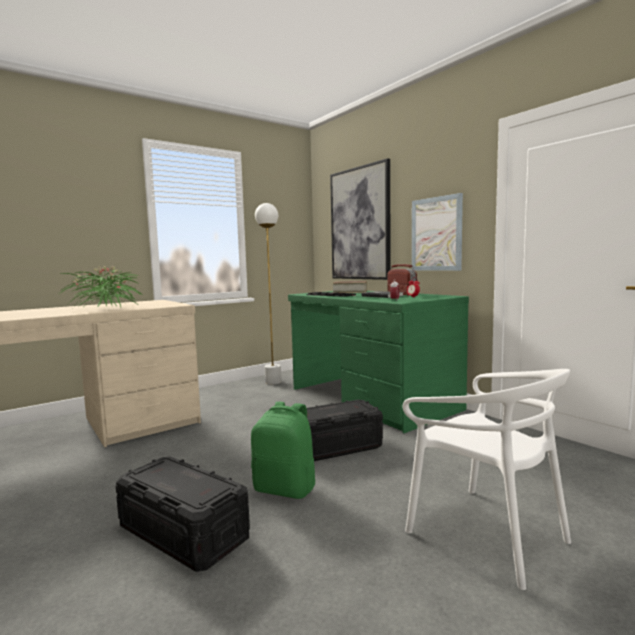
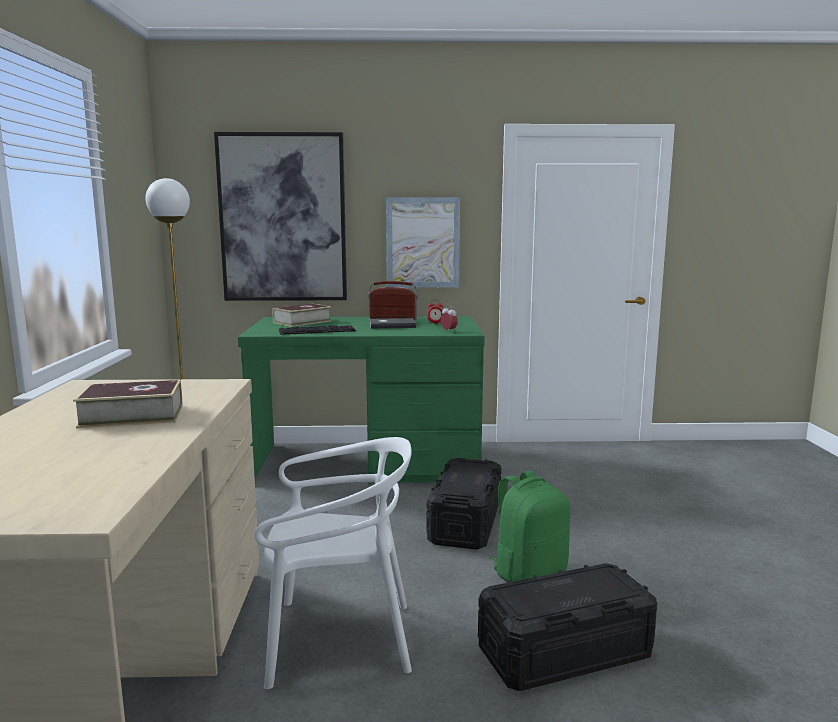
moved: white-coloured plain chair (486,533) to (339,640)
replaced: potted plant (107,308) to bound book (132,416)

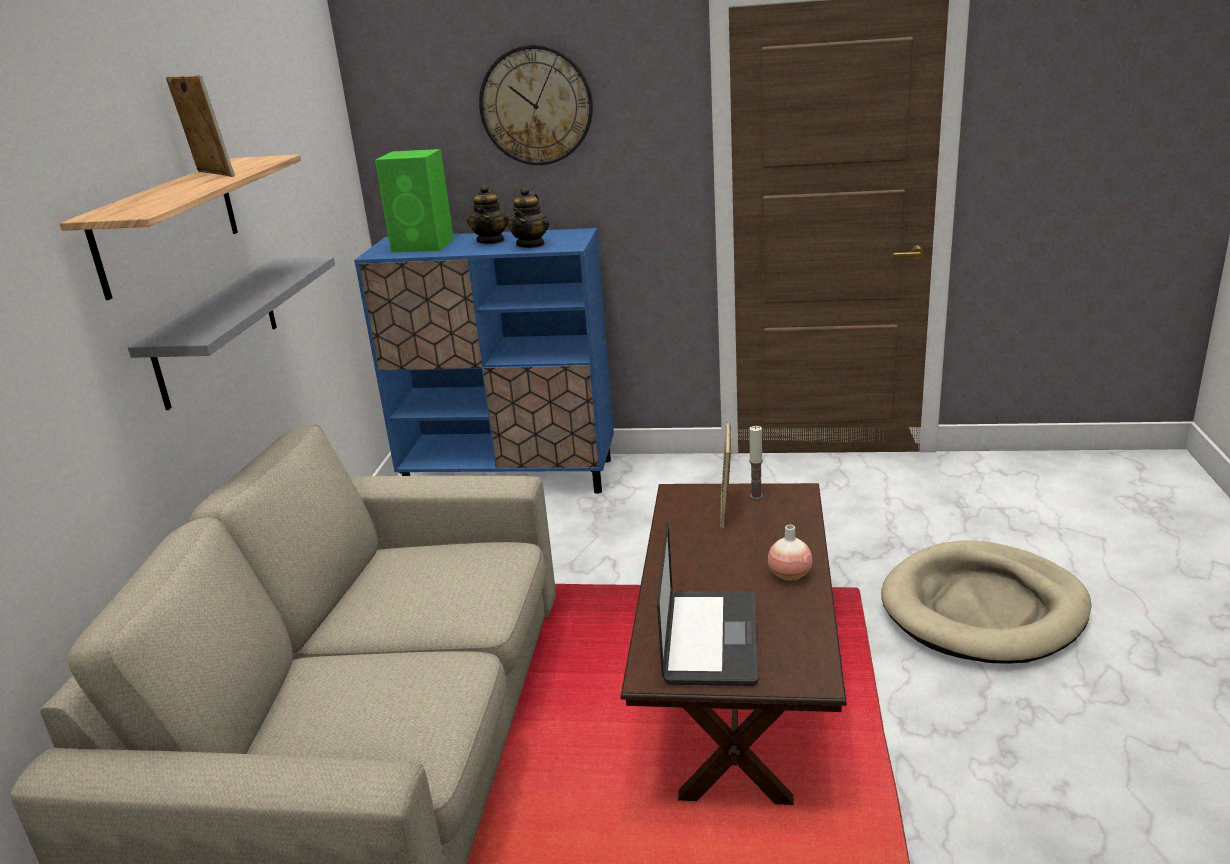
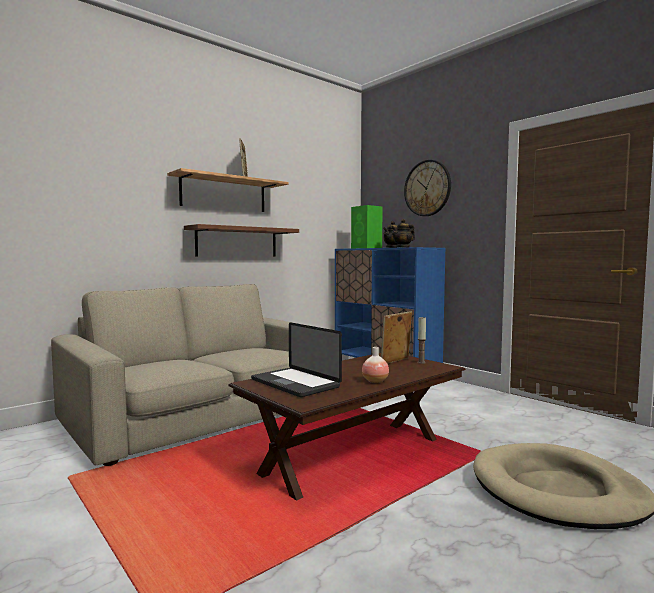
recoloured: greyish bracket shelf (217,331) to brown bracket shelf (237,242)
turned: laptop (710,639) = (295,383) 90 degrees clockwise

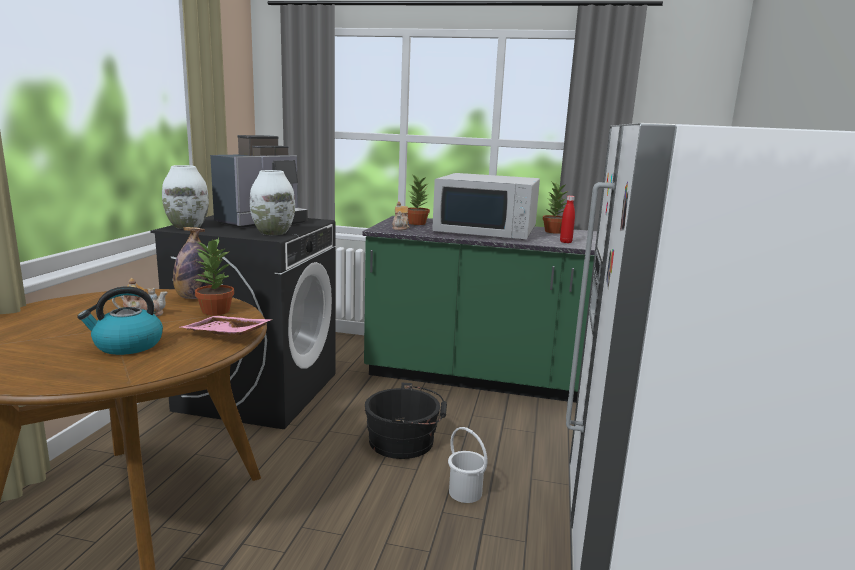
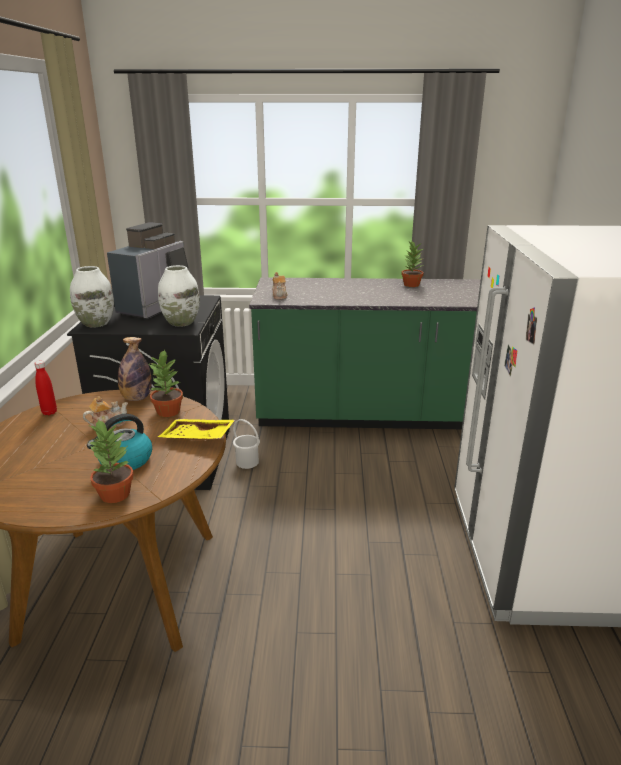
removed: white-coloured microwave (487,230); blackish bucket (405,441)
moved: potted plant (416,223) to (114,494); red-coloured drink bottle (565,242) to (49,412); white-coloured bucket (465,492) to (247,462)
recoloured: pinkish carrying tray (225,335) to yellowish carrying tray (197,438)

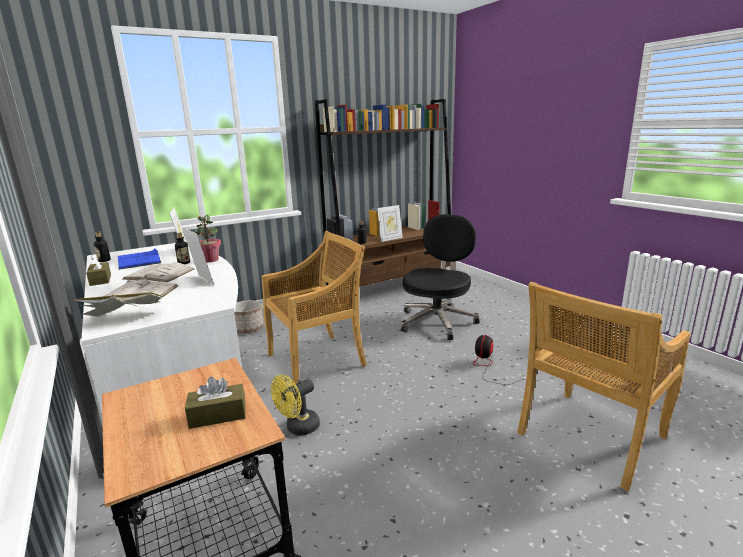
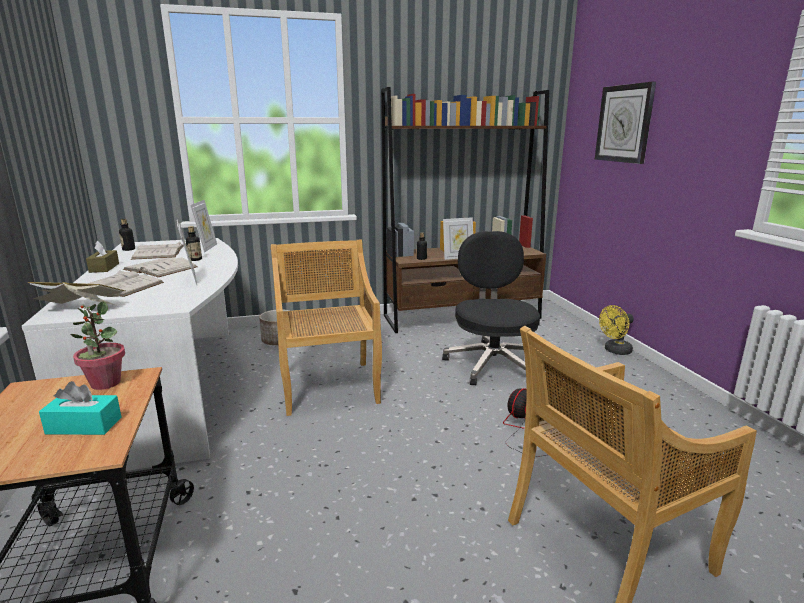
added: hanging clock (624,123)
moved: potted plant (210,260) to (105,383); yellowish fan (298,428) to (615,351)
recoloured: bluish bound book (139,260) to white-coloured bound book (159,252); brown tissue box (218,415) to turquoise-coloured tissue box (84,425)
turned: blackish desk chair (437,321) = (492,363) 45 degrees counterclockwise; beige plain chair (317,359) = (328,386) 90 degrees counterclockwise

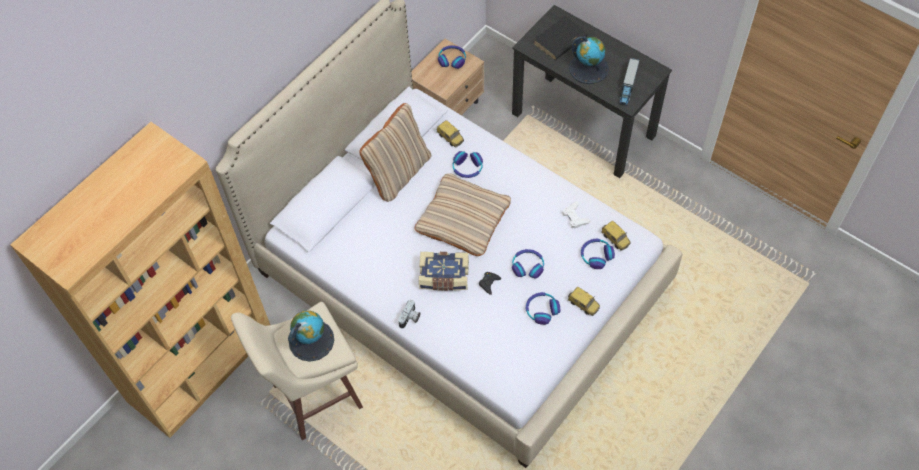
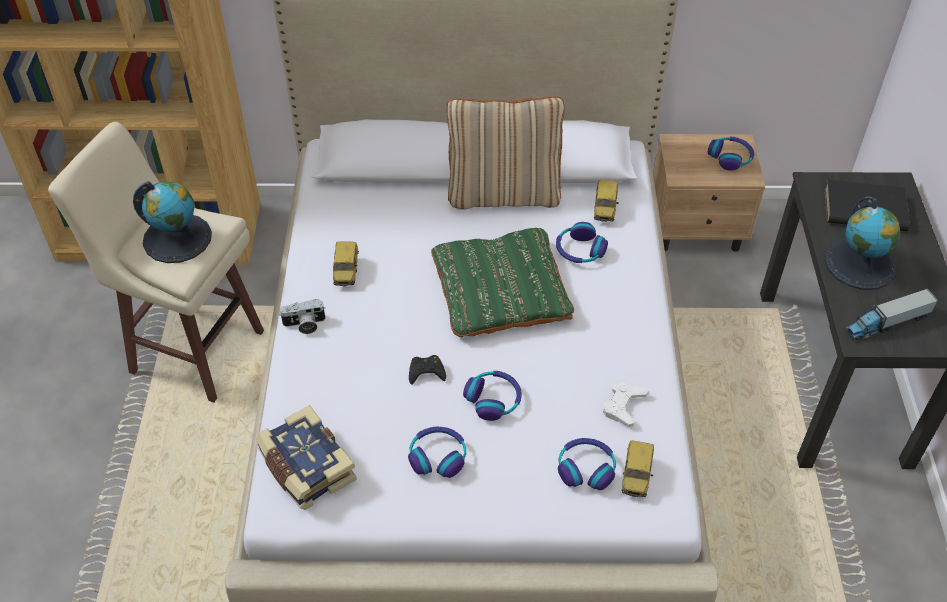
moved: bound book (444,277) to (305,468); miniature car (583,304) to (347,272)
recoloured: beige pillow (463,218) to green pillow (501,290)

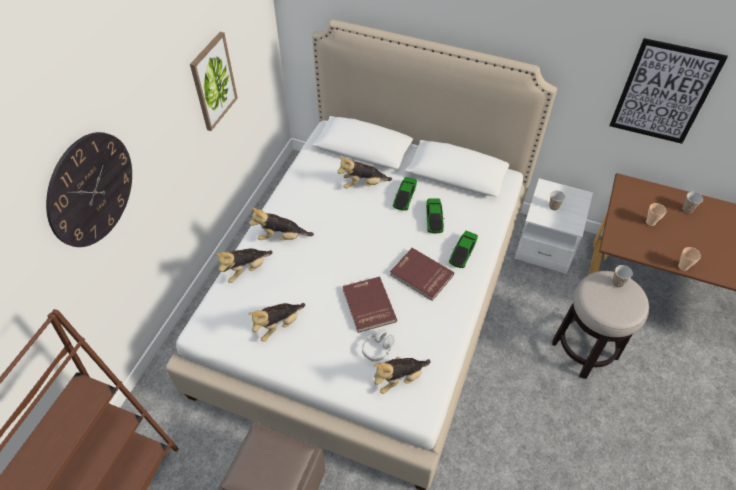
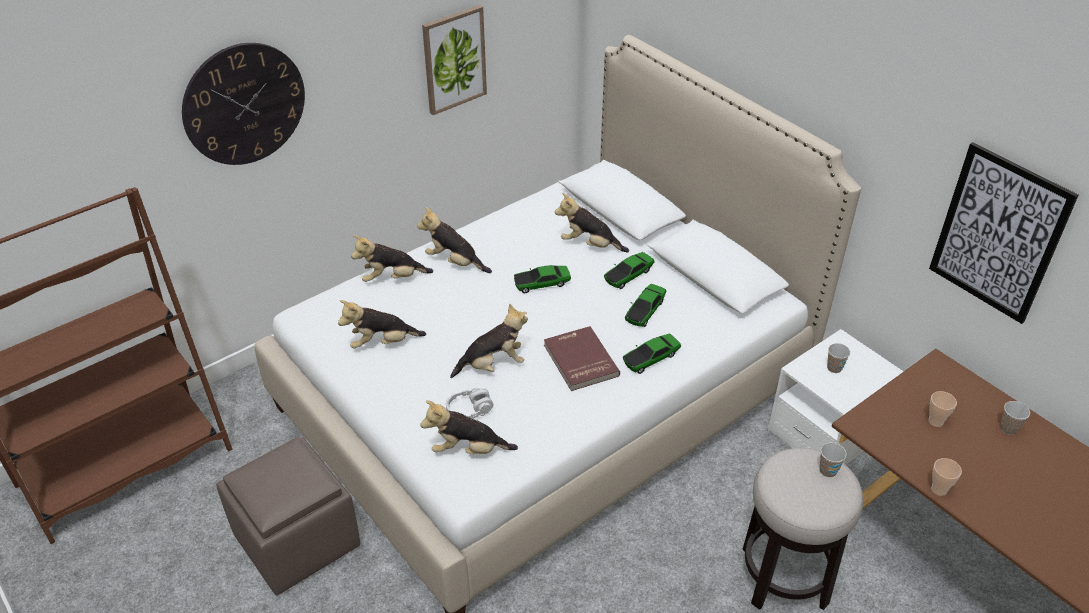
added: miniature car (542,284)
replaced: red-coloured bound book (368,305) to soft toy (493,365)

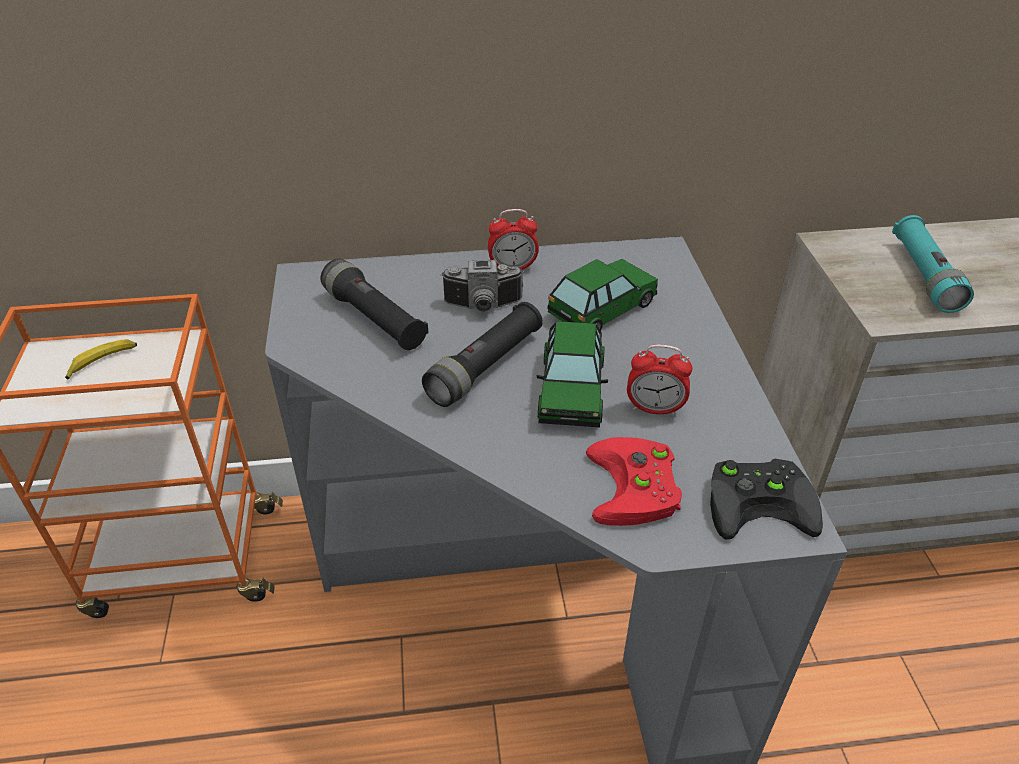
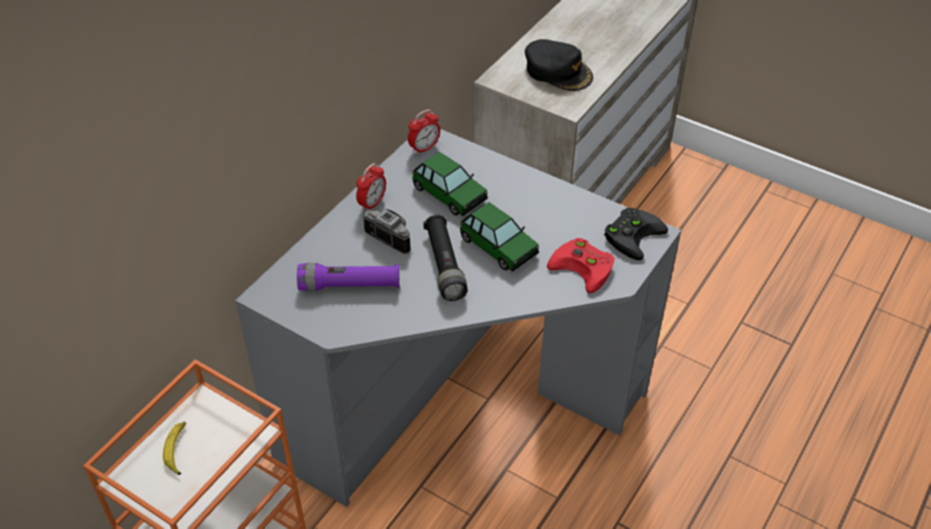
moved: alarm clock (654,409) to (424,148)
replaced: turquoise-coloured torch (924,276) to blackish cap (558,71)
recoloured: blackish torch (374,319) to purple-coloured torch (349,286)
turned: miniature car (602,308) = (449,193) 135 degrees clockwise; photo camera (483,307) = (393,236) 90 degrees counterclockwise

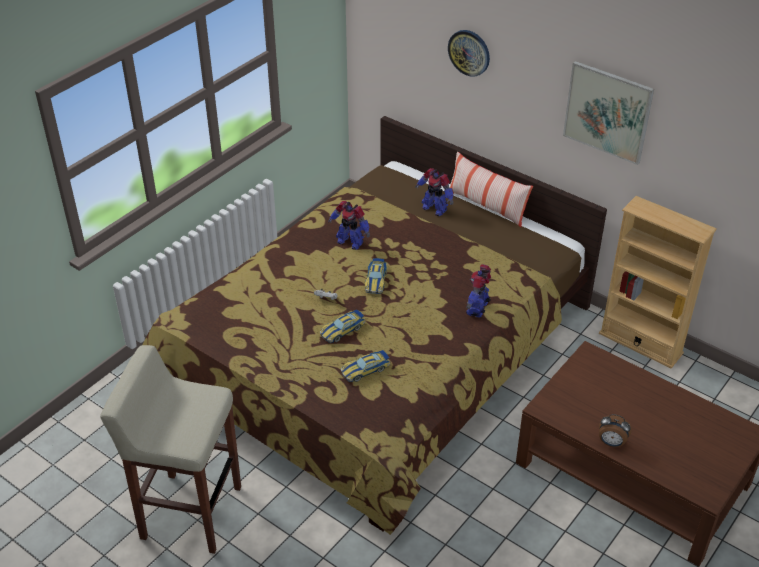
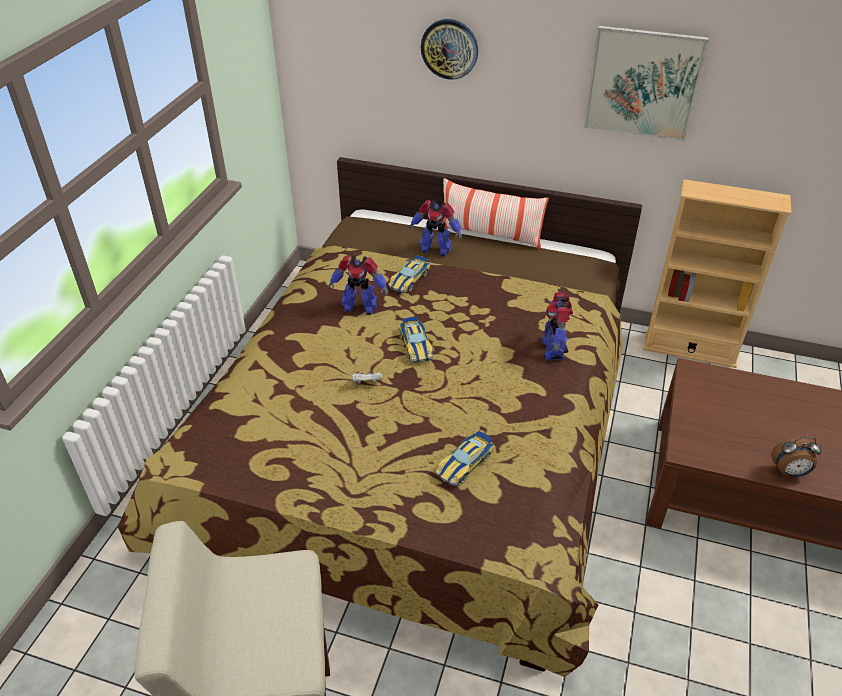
moved: miniature car (342,330) to (409,279)

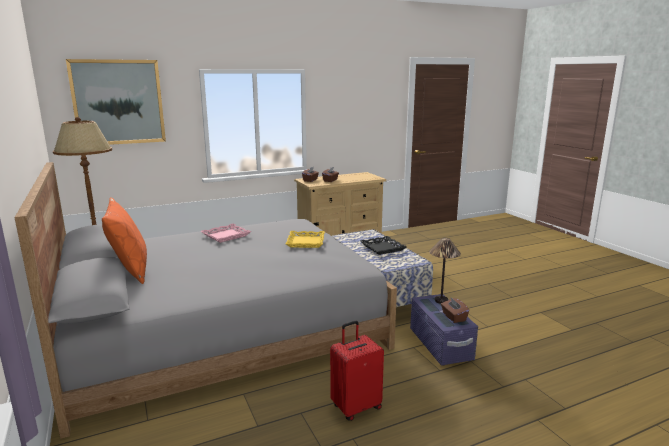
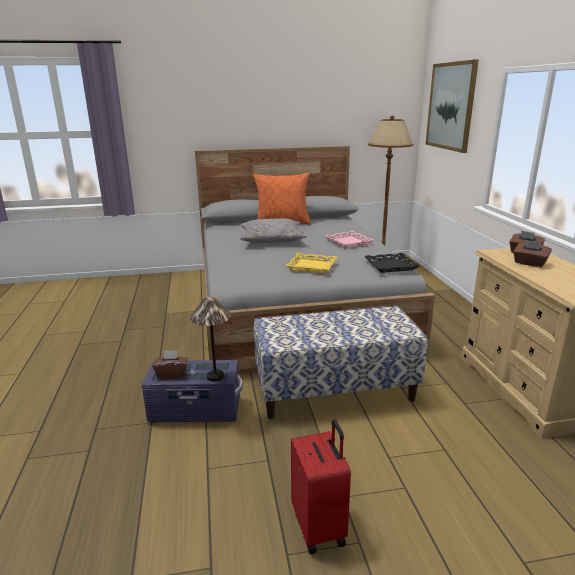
added: greyish pillow (272,239)
moved: blackish carrying tray (382,248) to (390,266); red-coloured travel case (356,407) to (320,527)

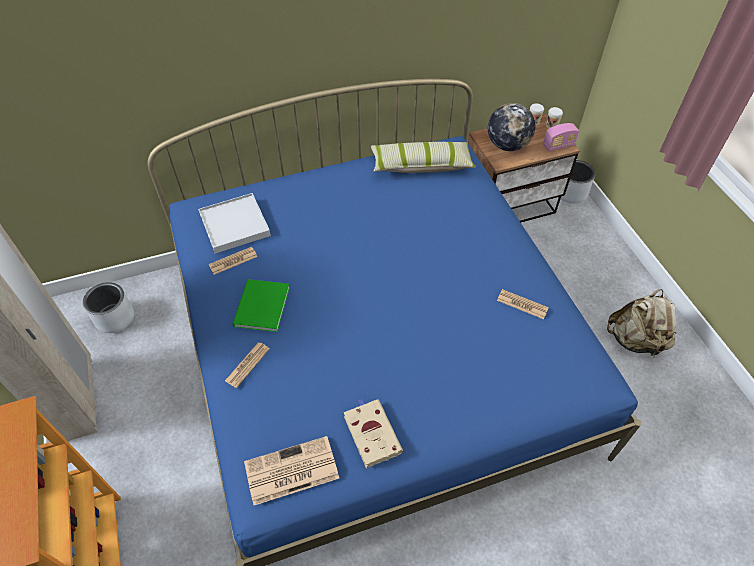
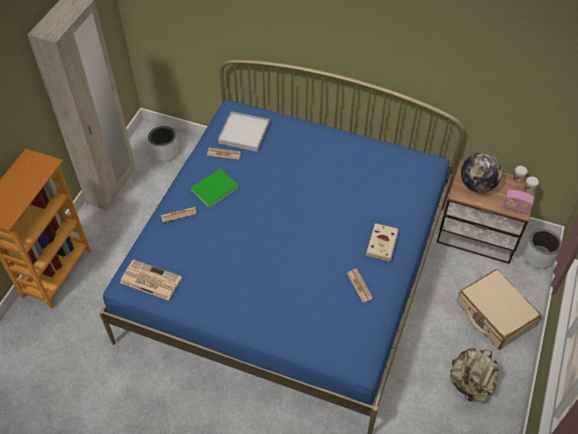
removed: pillow (421,165)
added: beige travel case (494,314)
moved: beige bound book (371,433) to (382,243)

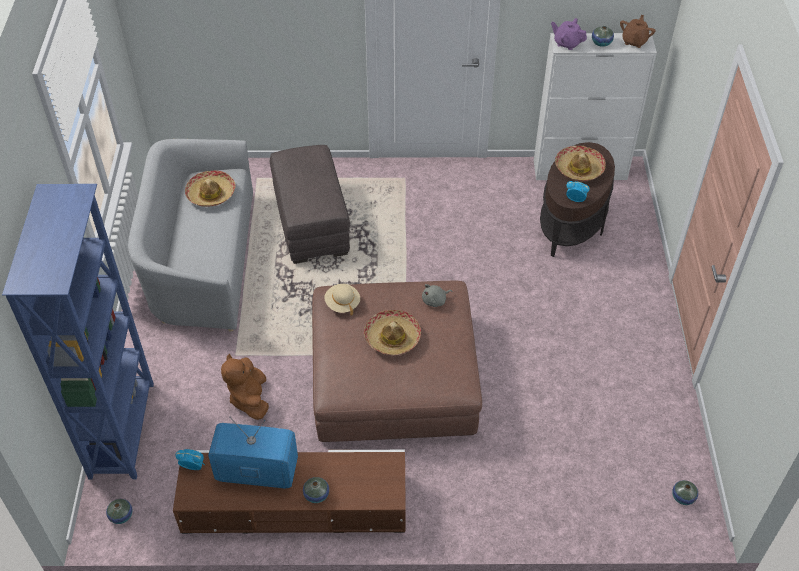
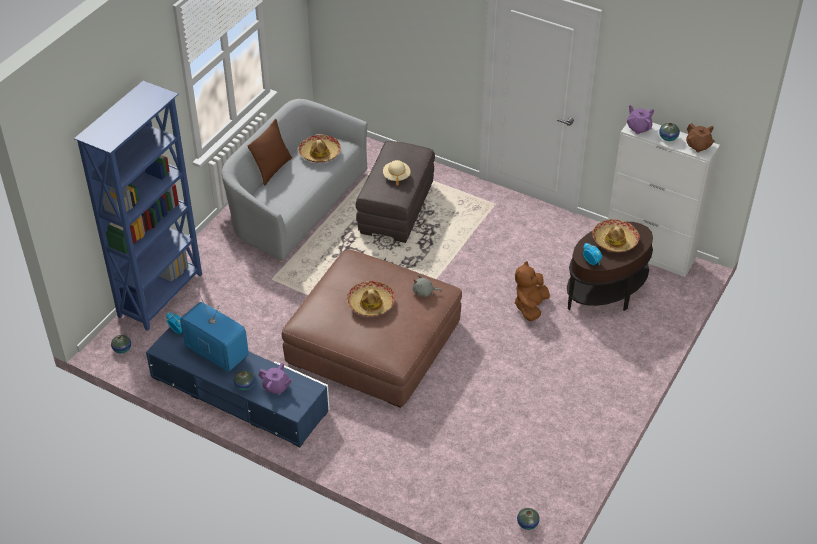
added: brown pillow (272,169); purple-coloured pot for tea (276,387)
moved: beige wearable hat (342,303) to (396,176); brown soft toy (249,399) to (530,306)
recoloured: brown media console (295,503) to bluish media console (239,394)
turned: brown pot for tea (634,41) = (698,146) 90 degrees clockwise

